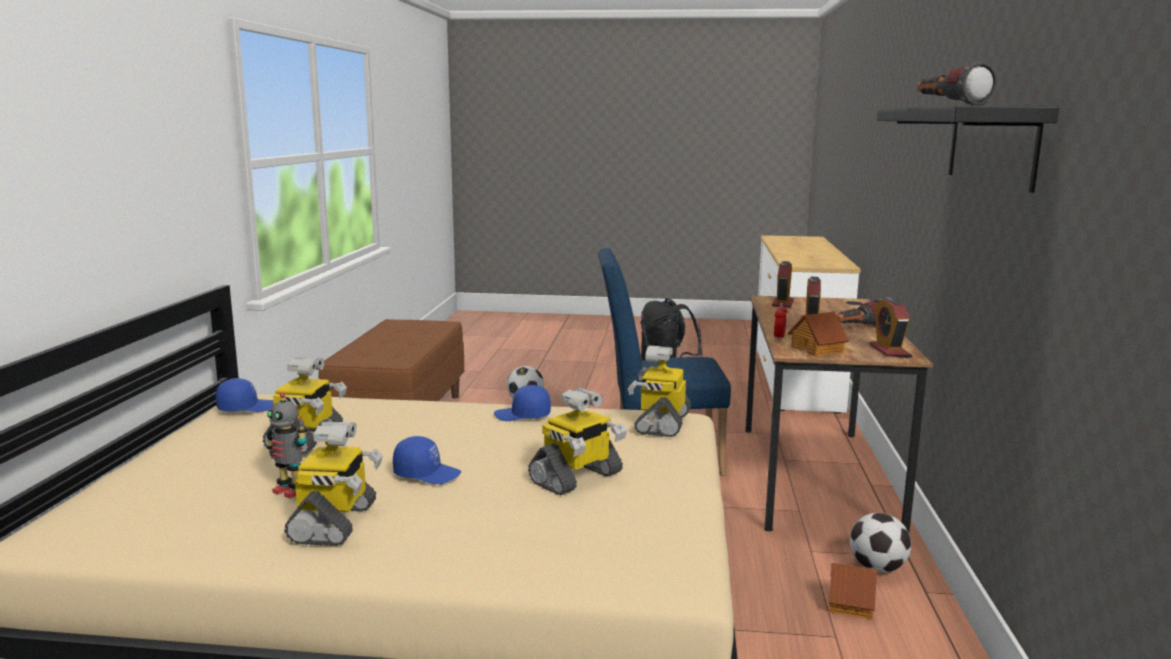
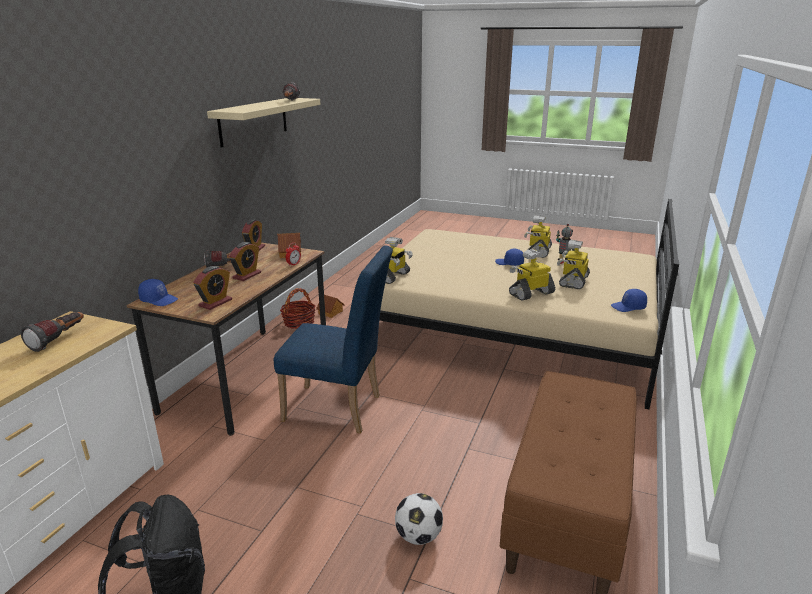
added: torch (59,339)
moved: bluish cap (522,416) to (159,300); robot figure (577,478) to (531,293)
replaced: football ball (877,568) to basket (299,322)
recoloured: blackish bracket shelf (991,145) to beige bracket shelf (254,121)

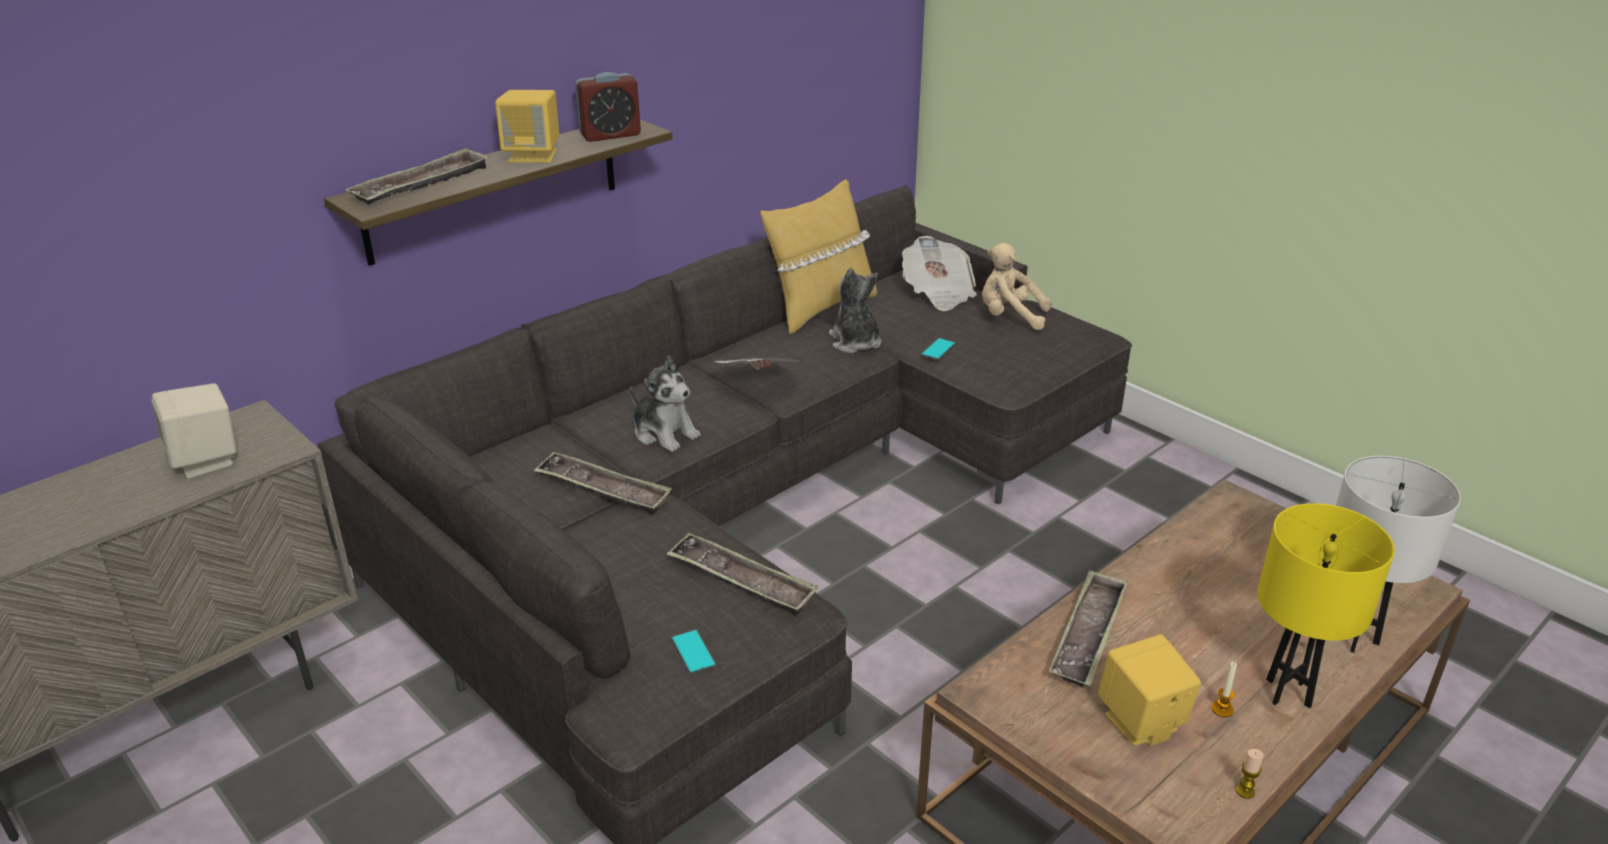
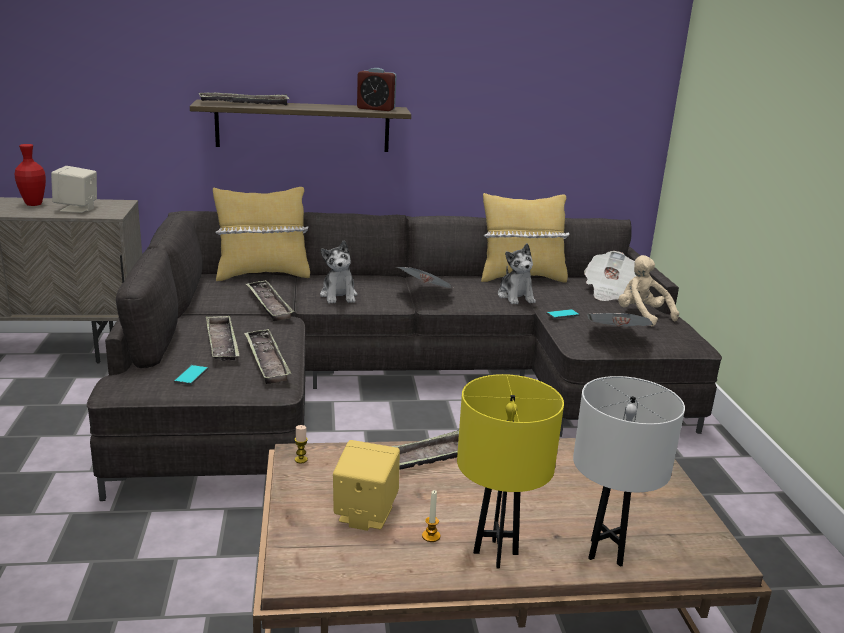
removed: yellowish loudspeaker (533,155)
added: red-coloured vase (34,204); yellowish pillow (262,275); daily paper (616,337); carrying tray (222,343)
moved: candle (1245,791) to (301,460)
turned: soft toy (855,342) = (516,297) 150 degrees clockwise

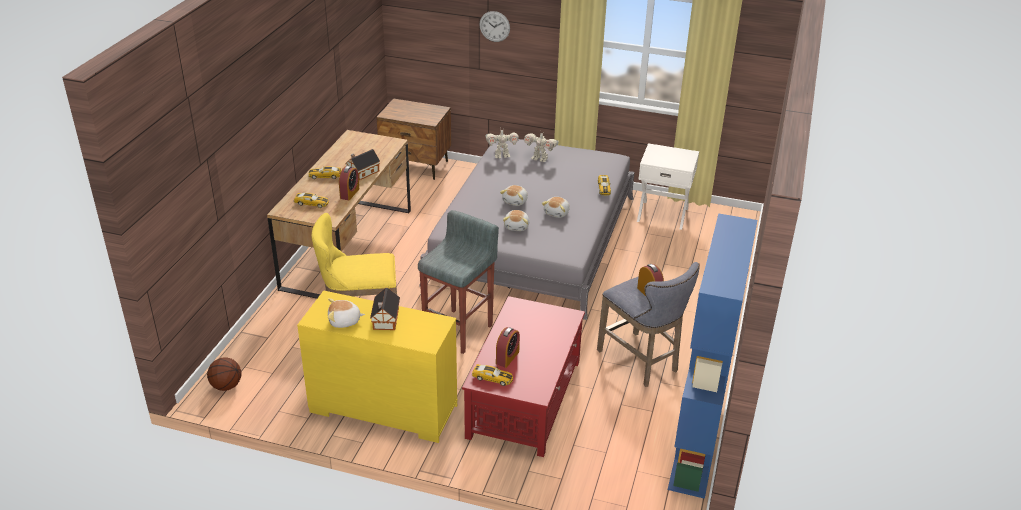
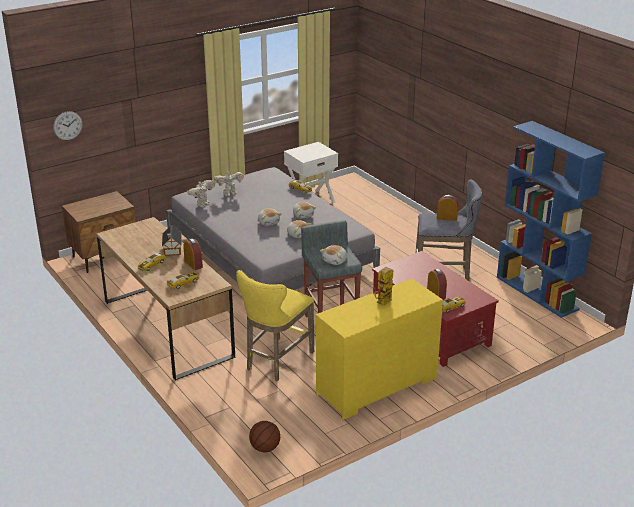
moved: hanging clock (494,26) to (68,125); soft toy (344,321) to (335,261)
replaced: toy house (385,320) to robot figure (383,303)

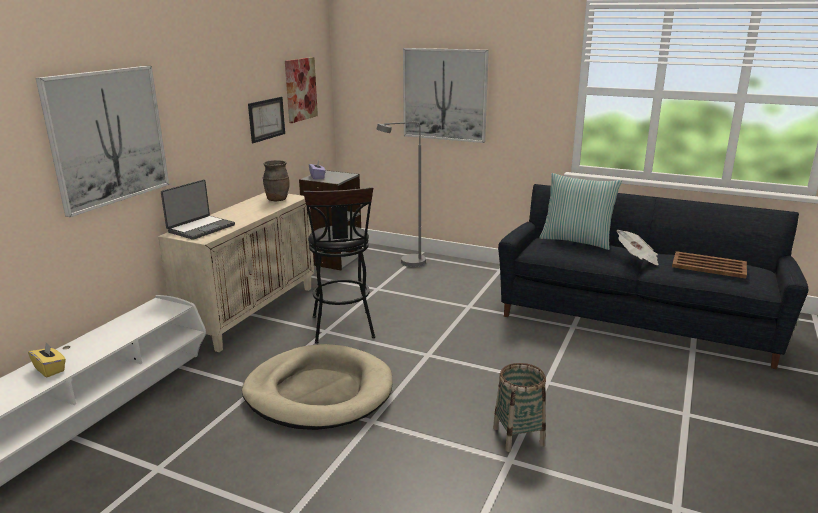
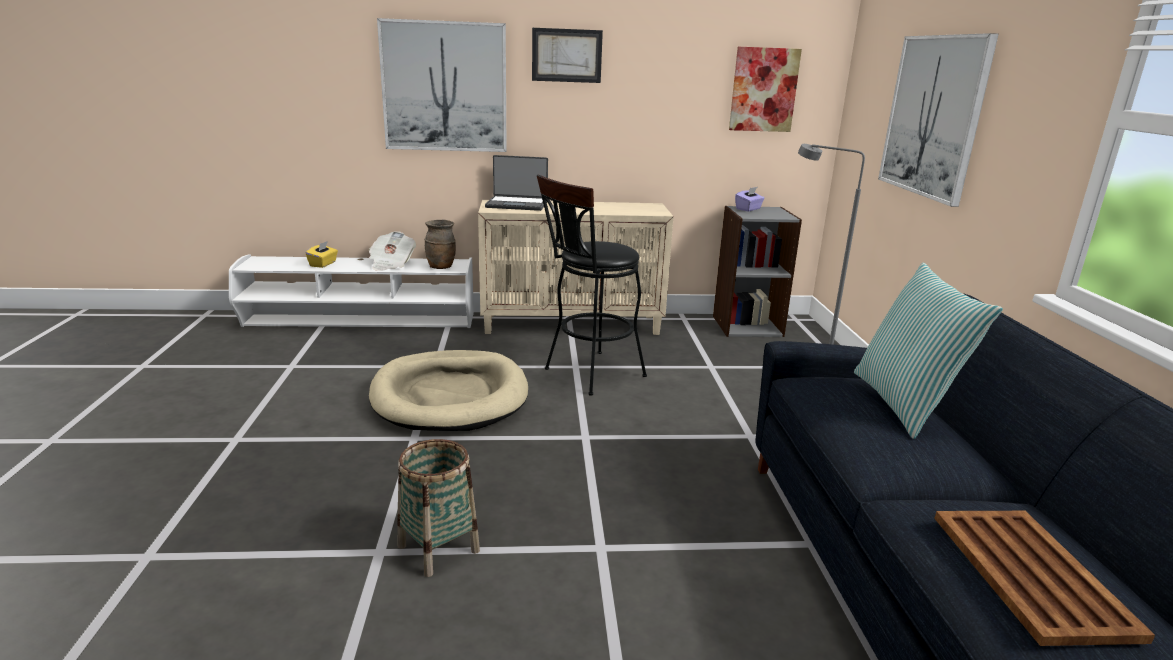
moved: picture (266,119) to (566,55); brown vase (277,199) to (441,267); daily paper (637,258) to (391,264)

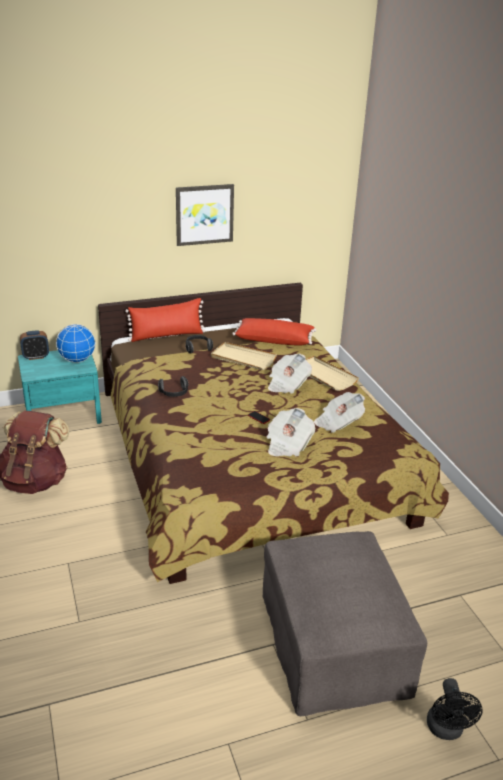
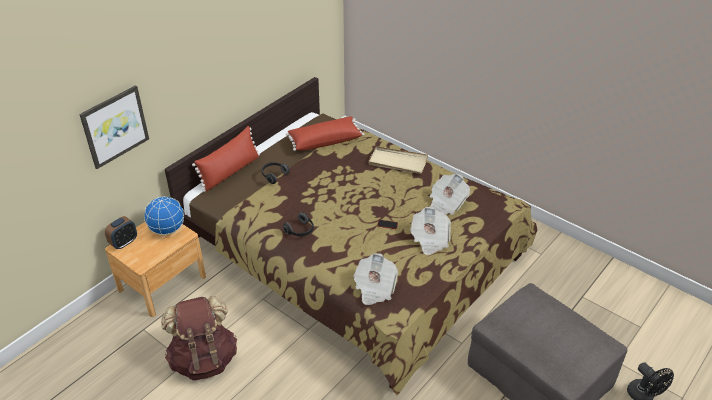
removed: beige carrying tray (242,358)
moved: picture (204,214) to (114,126); daily paper (287,384) to (374,288)
recoloured: turquoise-coloured bedside table (63,414) to brown bedside table (162,283)

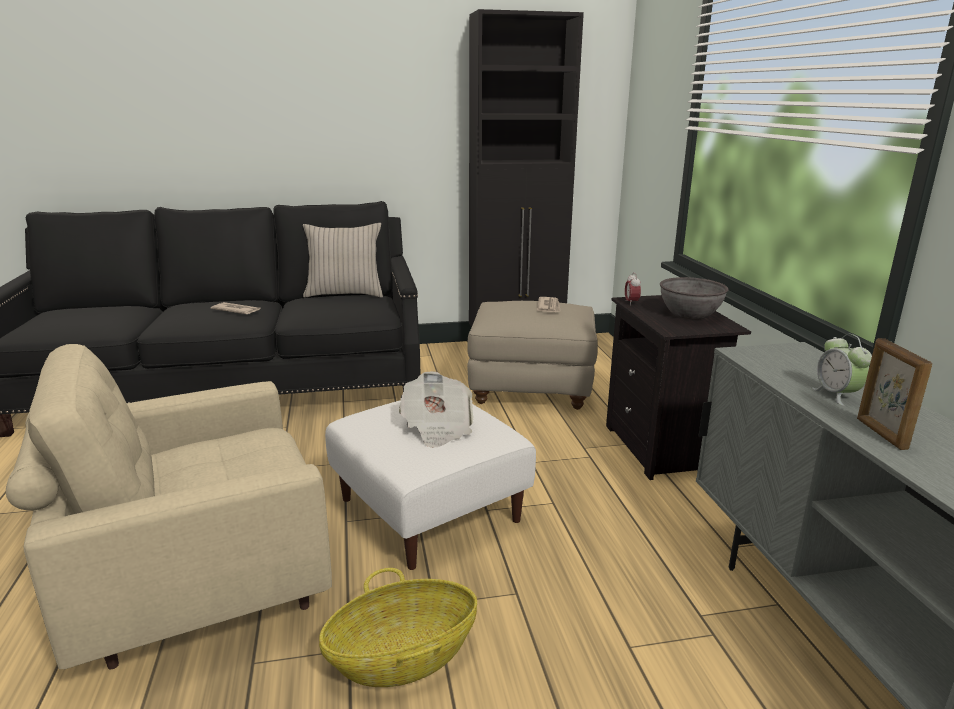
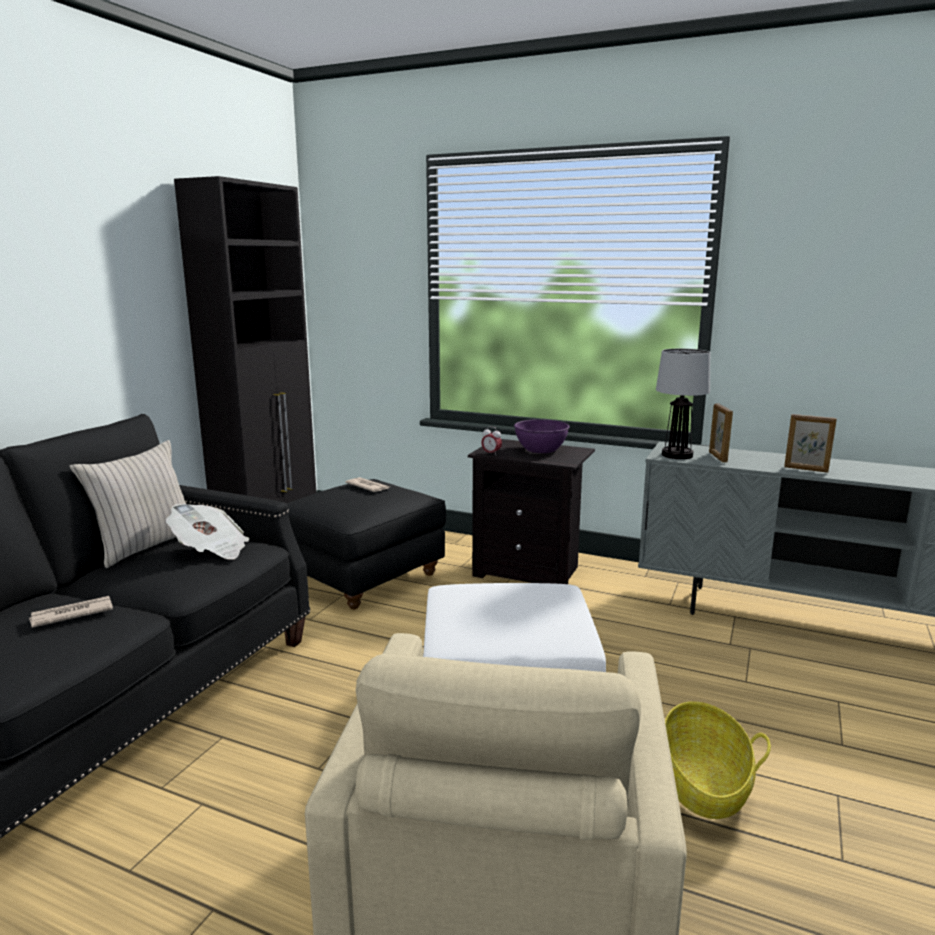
removed: alarm clock (836,395)
added: table lamp (676,455); photo frame (717,457)
moved: daily paper (437,428) to (211,550)
recoloured: greyish serving bowl (689,314) to purple-coloured serving bowl (540,449); beige ottoman (532,388) to blackish ottoman (364,577)

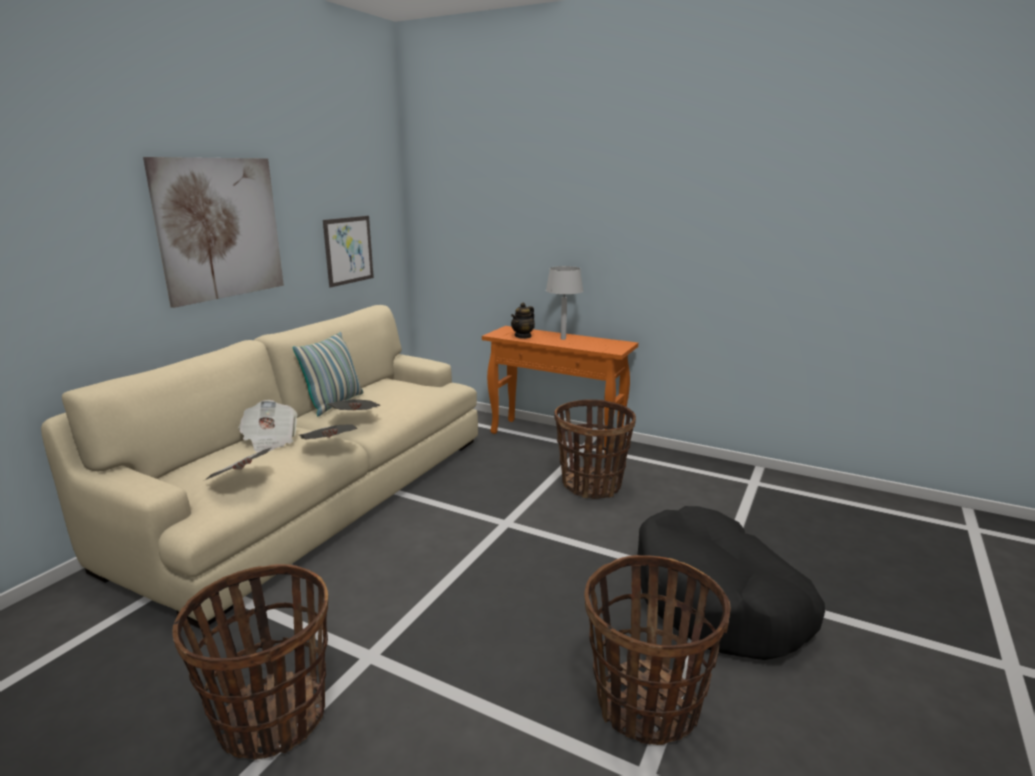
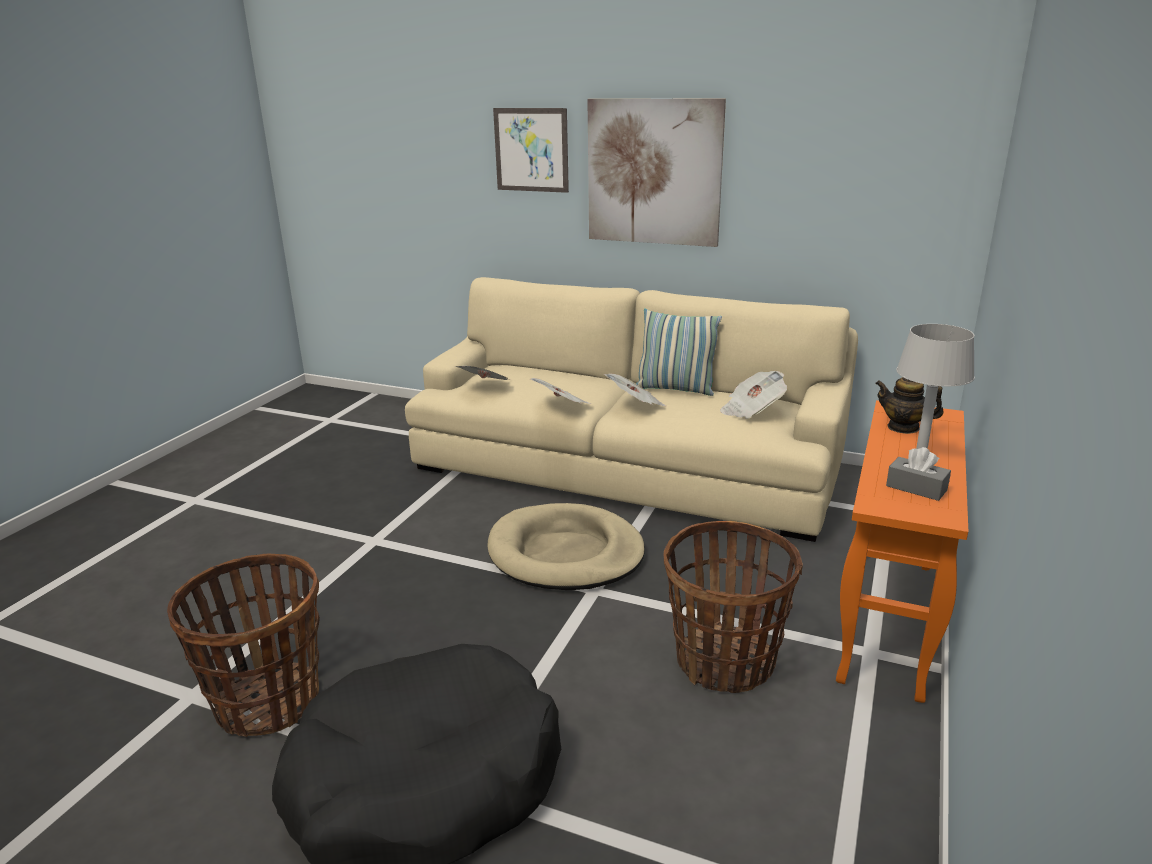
removed: basket (271,718)
added: greyish tissue box (916,488); beige dog bed (565,553)
moved: picture (348,250) to (531,150); daily paper (270,441) to (751,410)

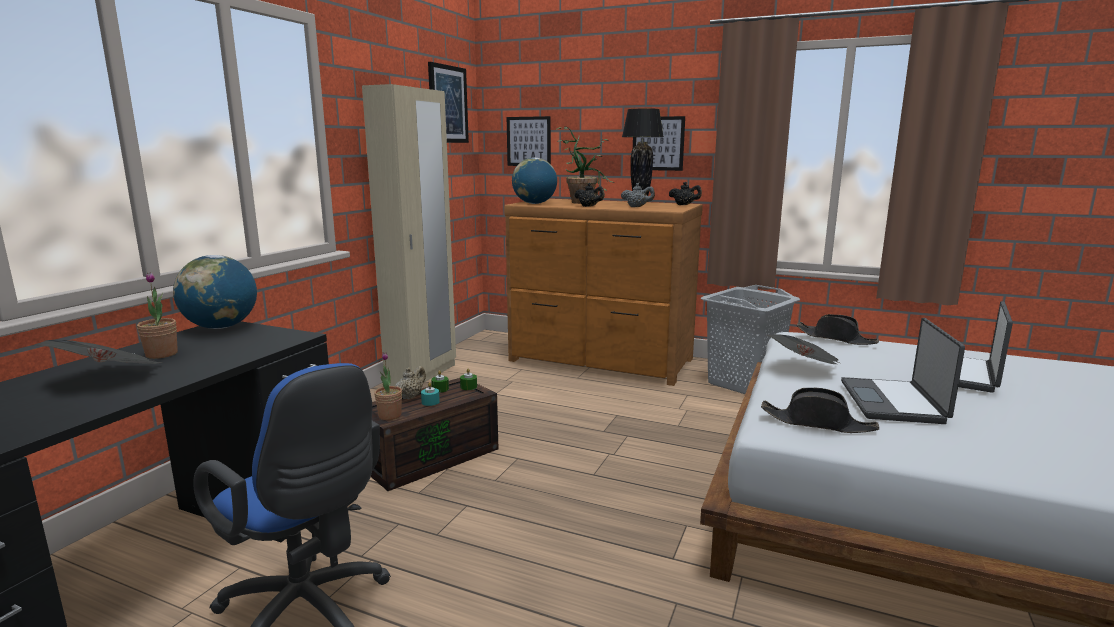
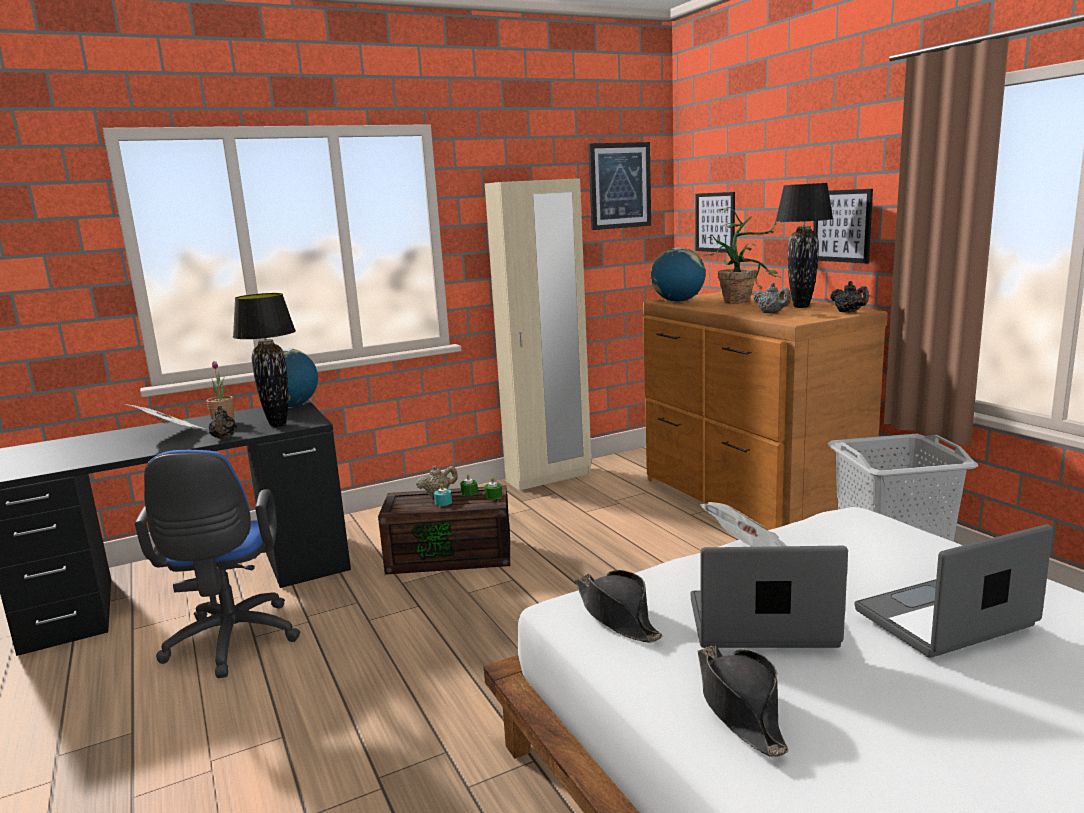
removed: potted plant (390,415)
added: blackish table lamp (277,425)
moved: blackish pot for tea (589,206) to (224,438); blackish wearable hat (836,338) to (739,707)
turned: laptop (894,402) = (761,624) 45 degrees clockwise

